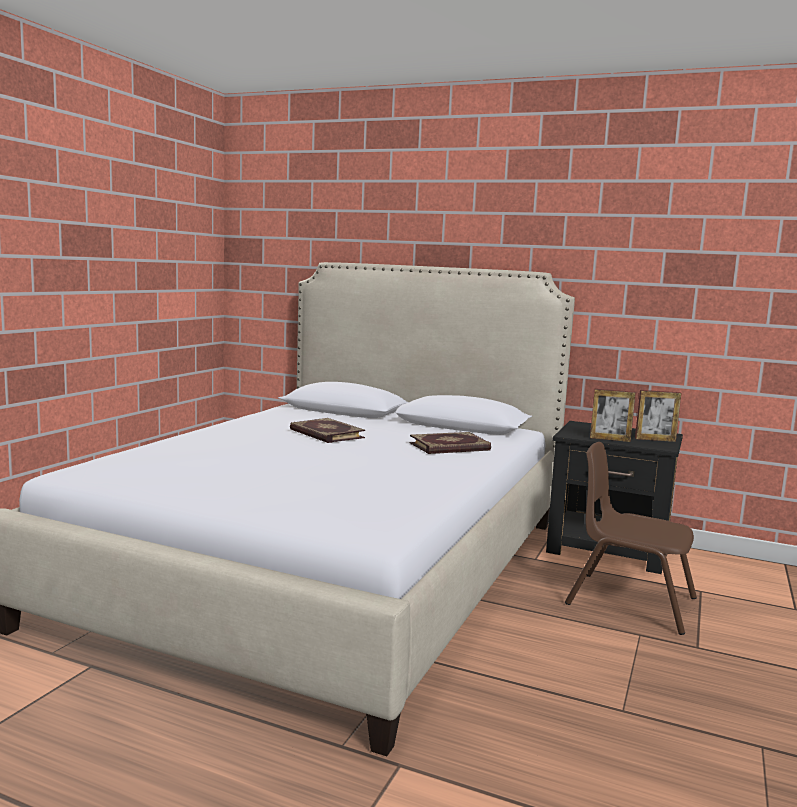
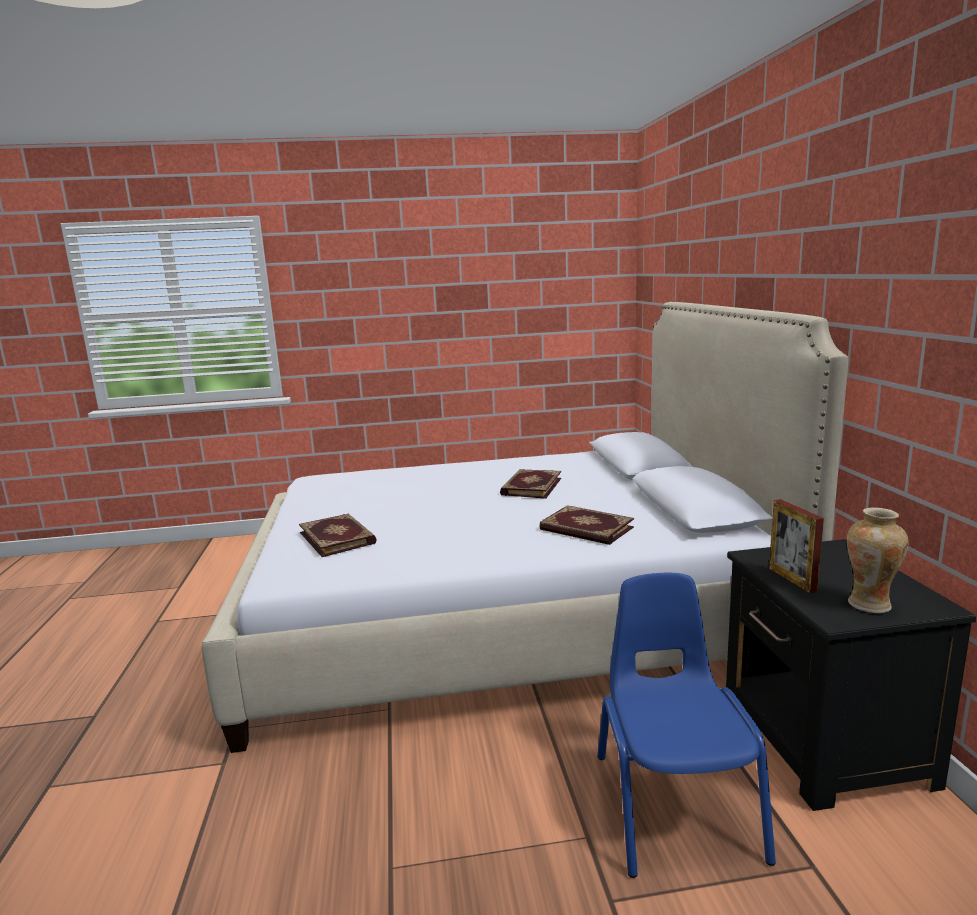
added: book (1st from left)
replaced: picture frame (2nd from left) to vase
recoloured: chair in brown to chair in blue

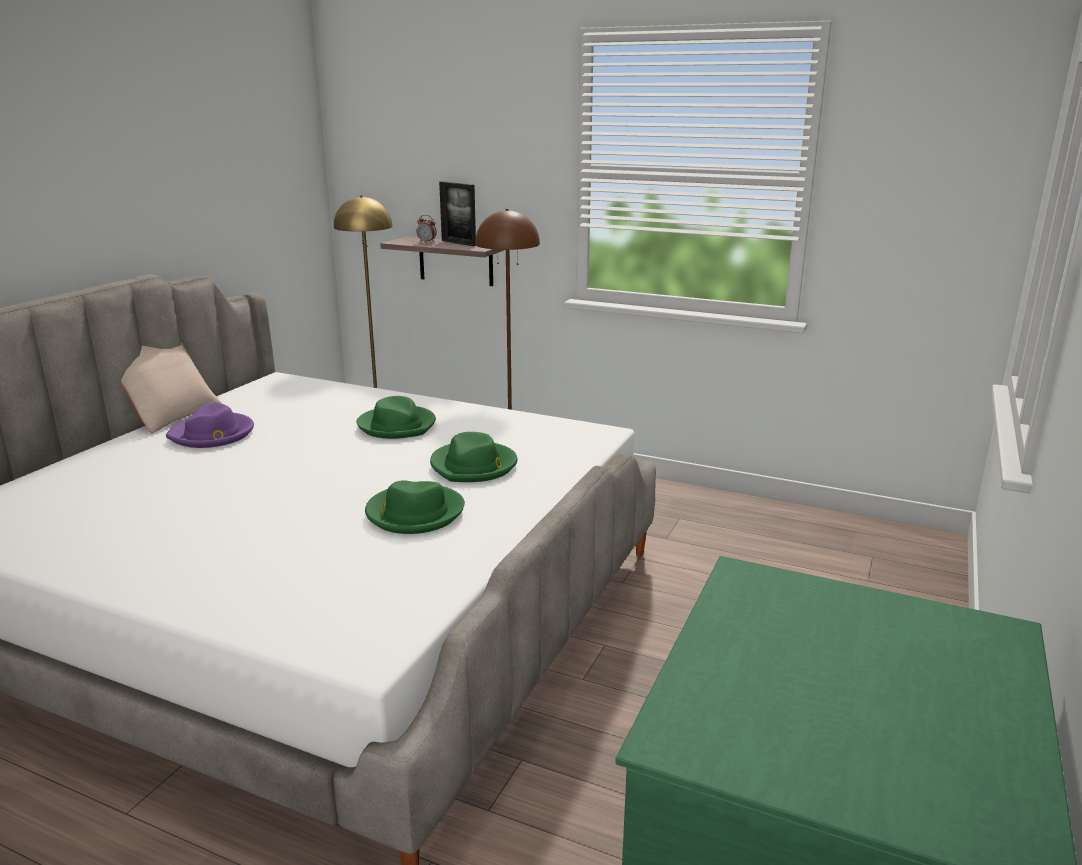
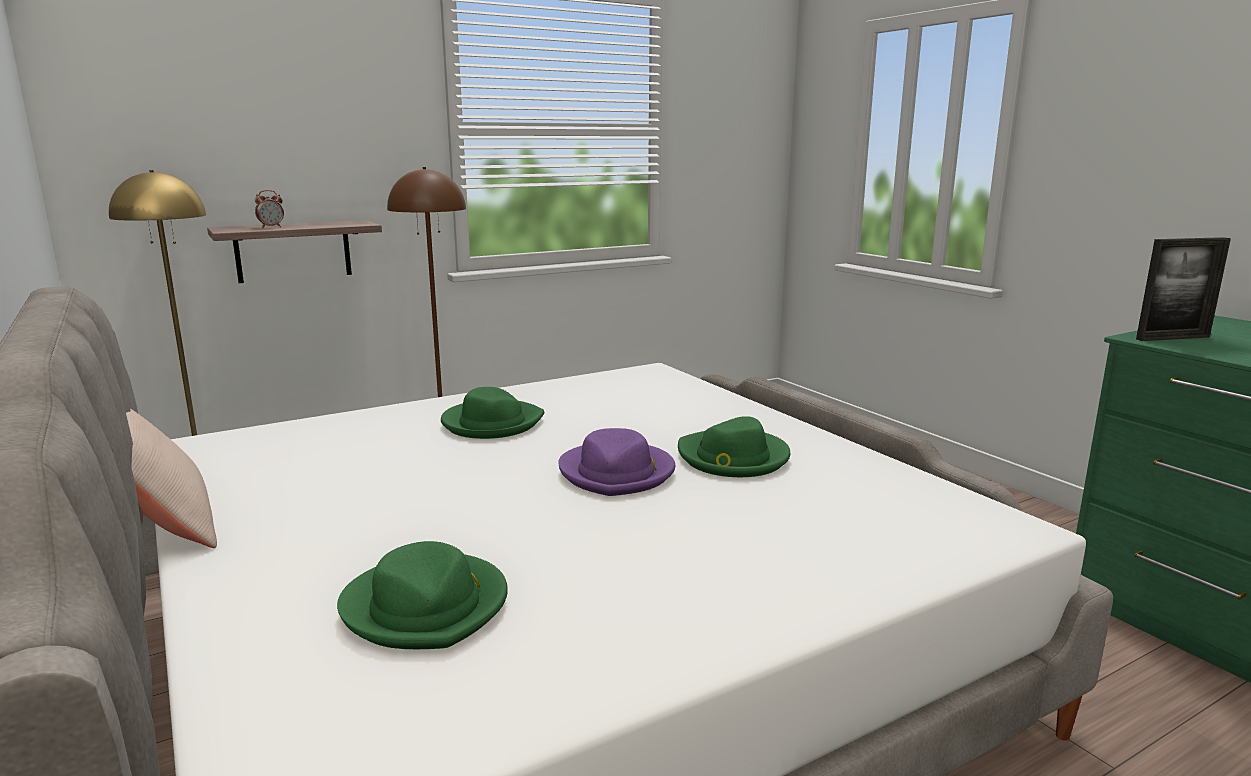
moved: hat in green (3rd from left in the first image) to hat in green (1st from left); hat in purple; picture frame

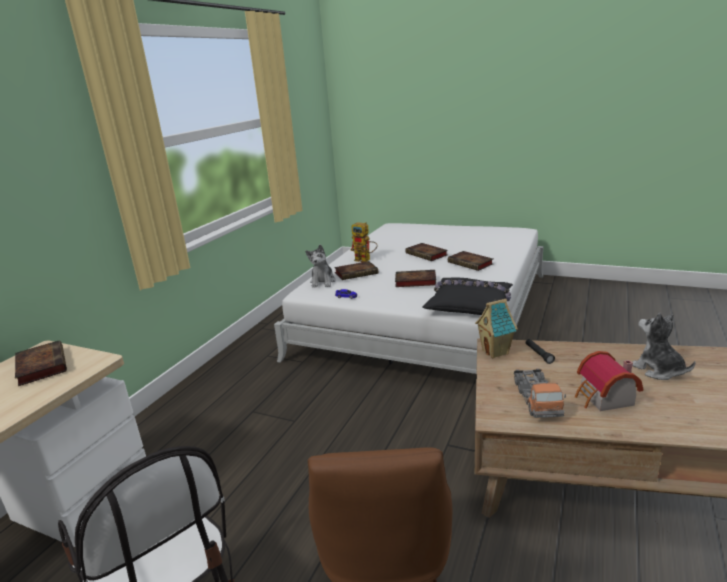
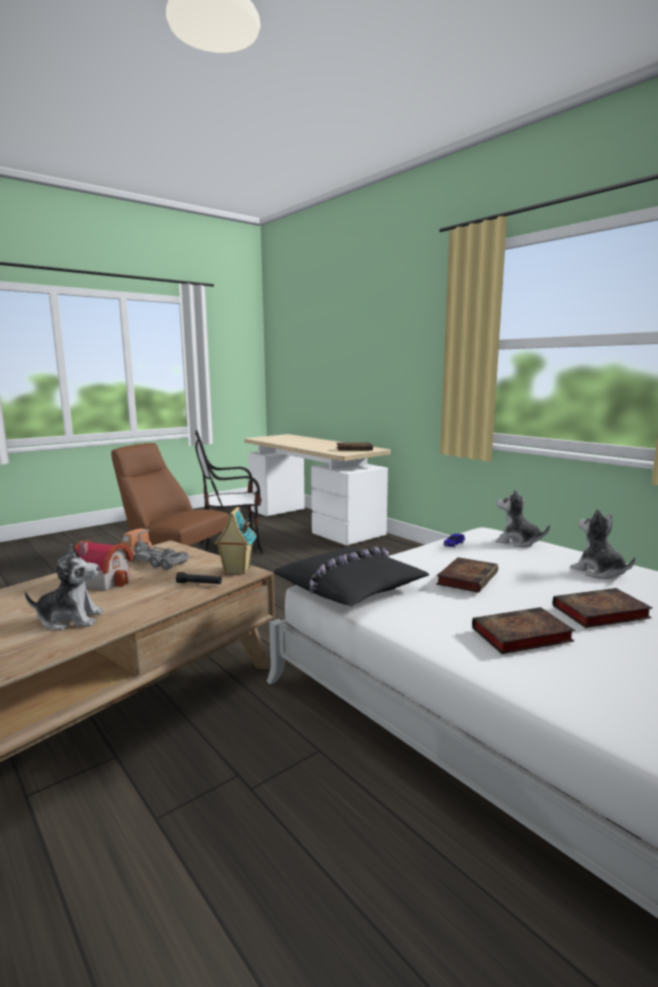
removed: book (2nd from left)
replaced: toy robot to plush toy (3rd from left)

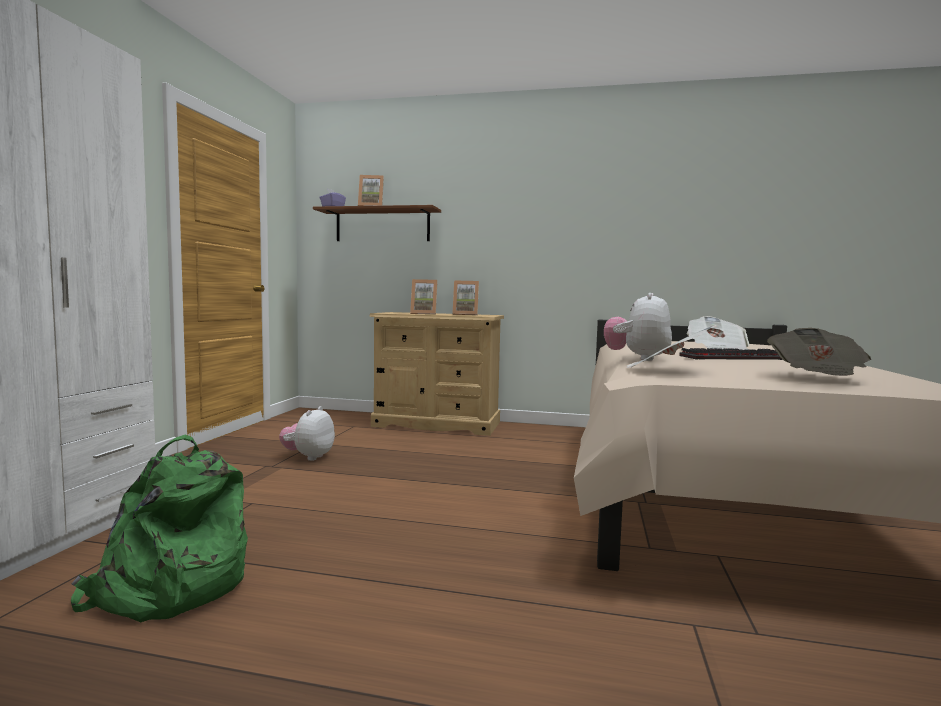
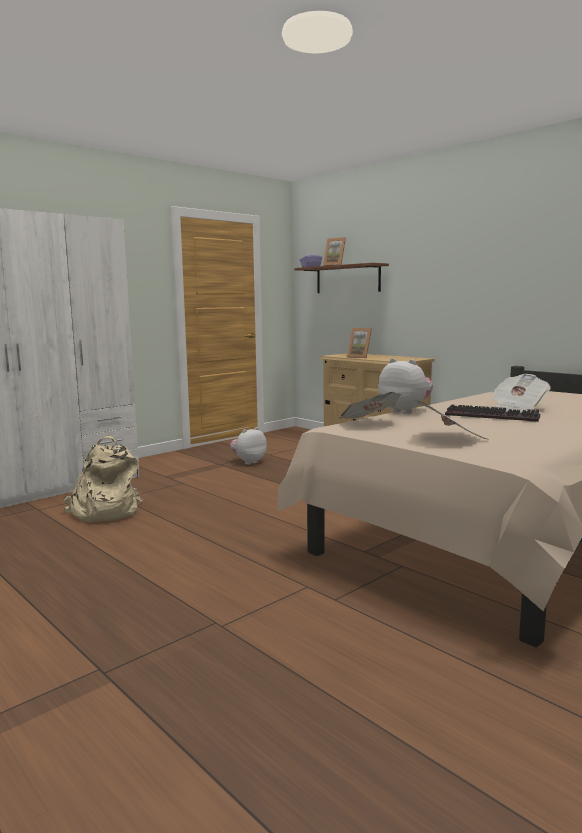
removed: picture frame (3rd from left)
recoloured: backpack in green to backpack in beige
turned: plush toy (2nd from left) 75 degrees clockwise

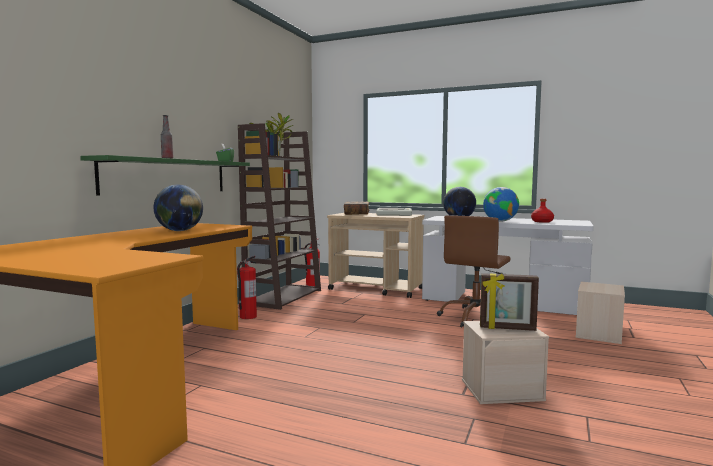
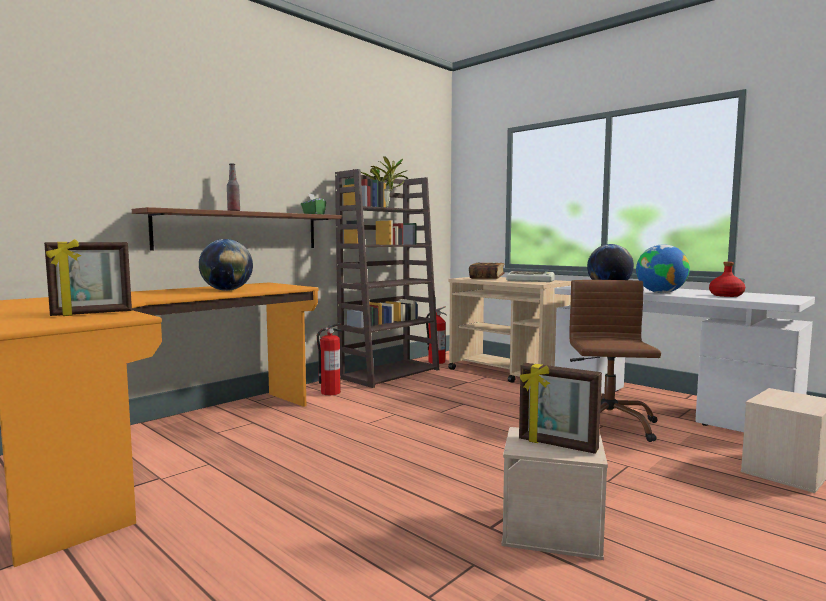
added: picture frame (1st from left)
recoloured: shelf in green to shelf in brown
turned: office chair in brown 135 degrees clockwise

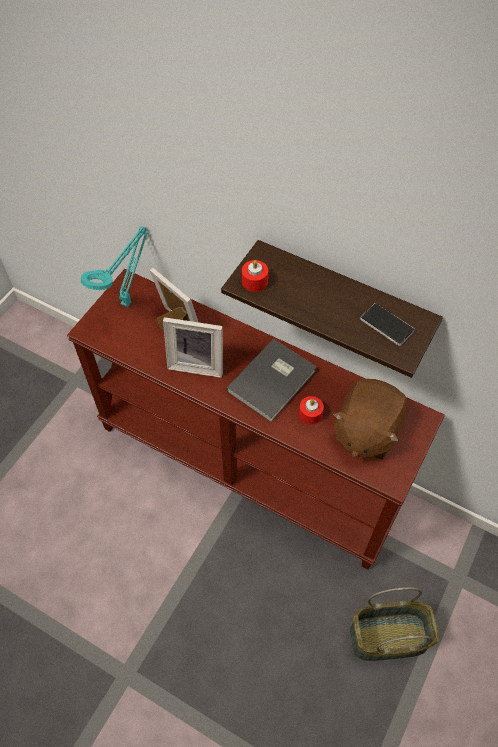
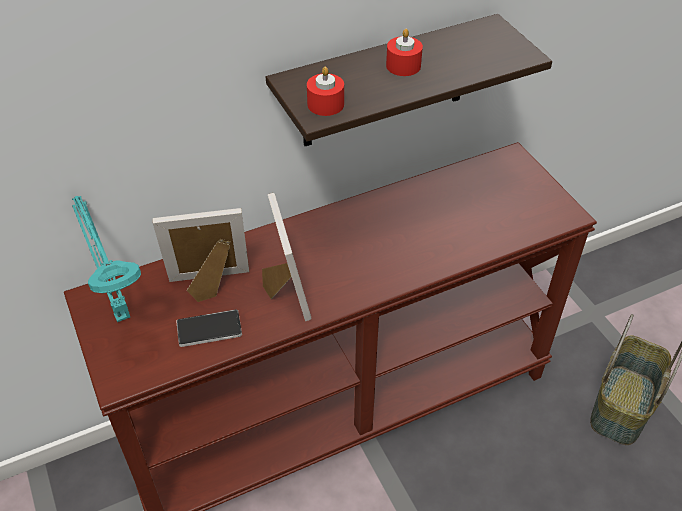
removed: book in grey; plush toy in brown
moved: phone; candle in red (2nd from left)
turned: picture frame (2nd from left) 60 degrees counterclockwise

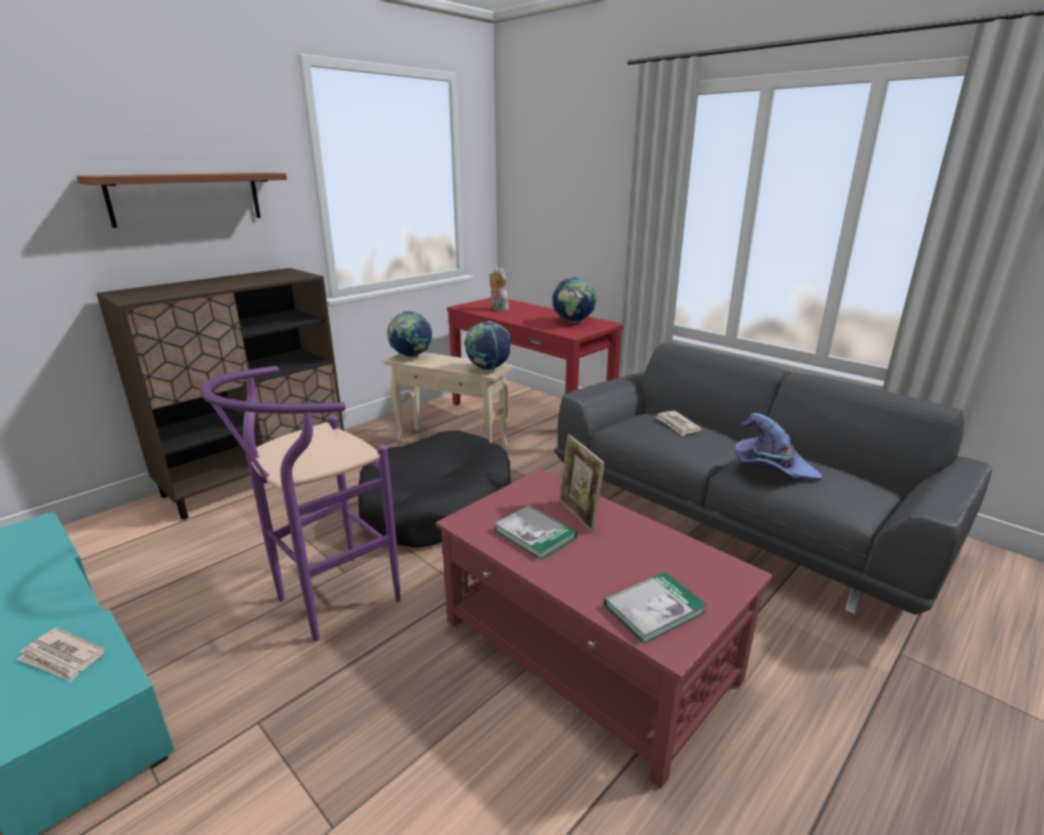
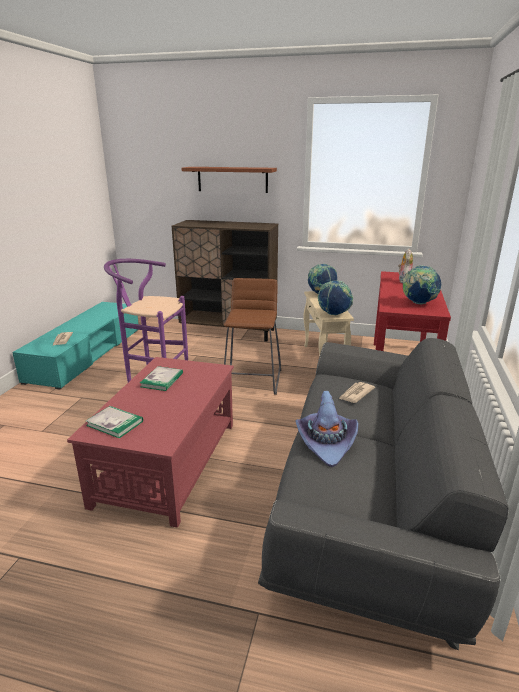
removed: picture frame
replaced: dog bed in black to stool in brown

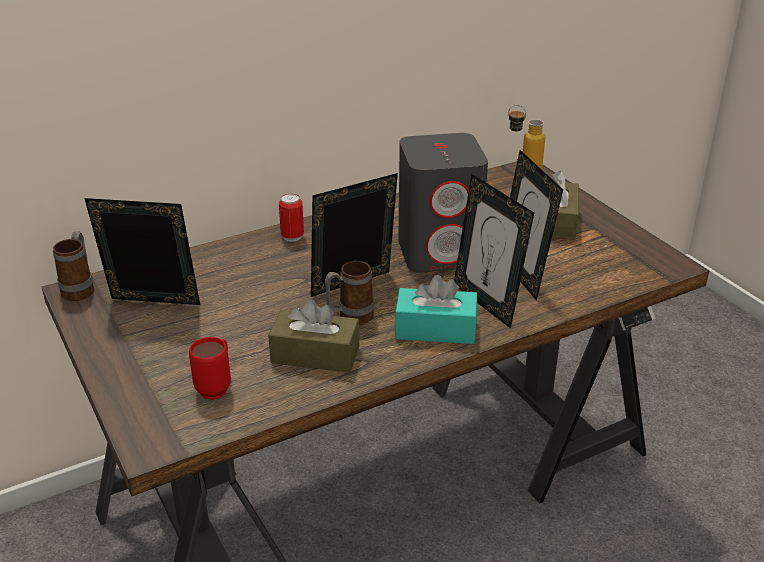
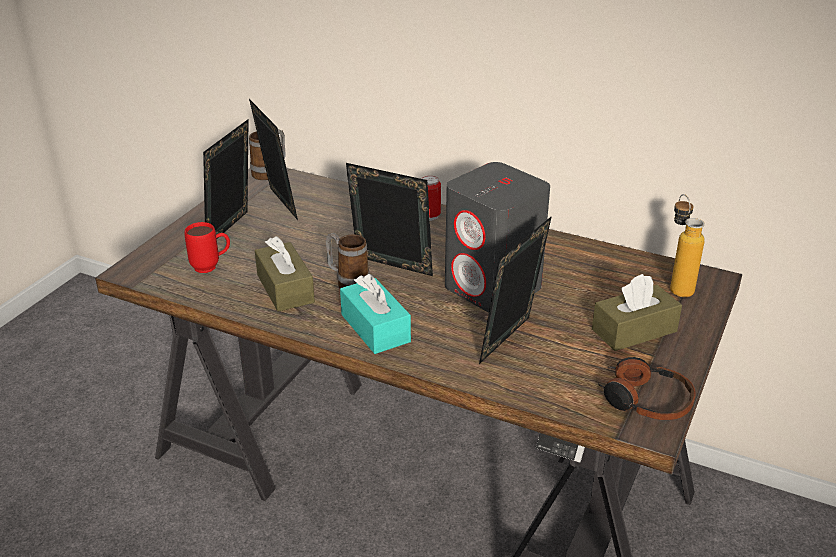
added: headphones
moved: picture frame (3rd from left in the first image) to picture frame (1st from left)

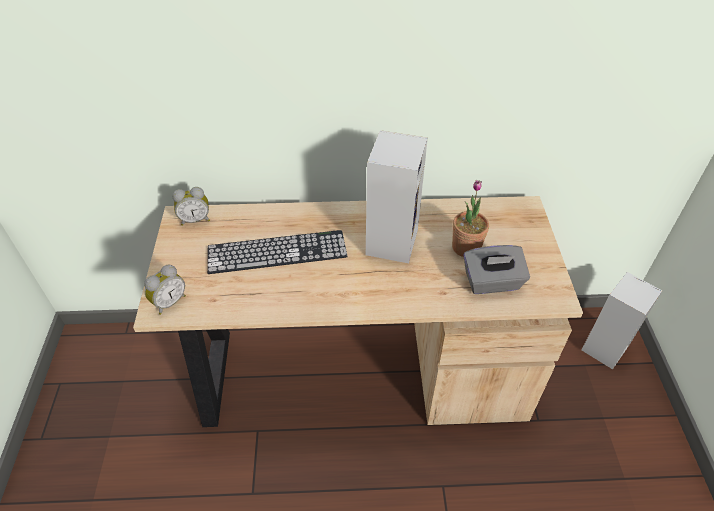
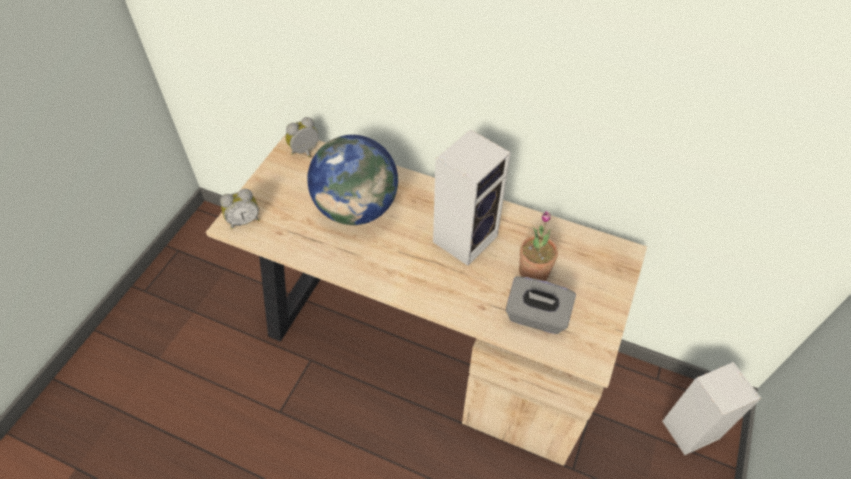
replaced: keyboard to globe
turned: alarm clock (2nd from left) 135 degrees clockwise

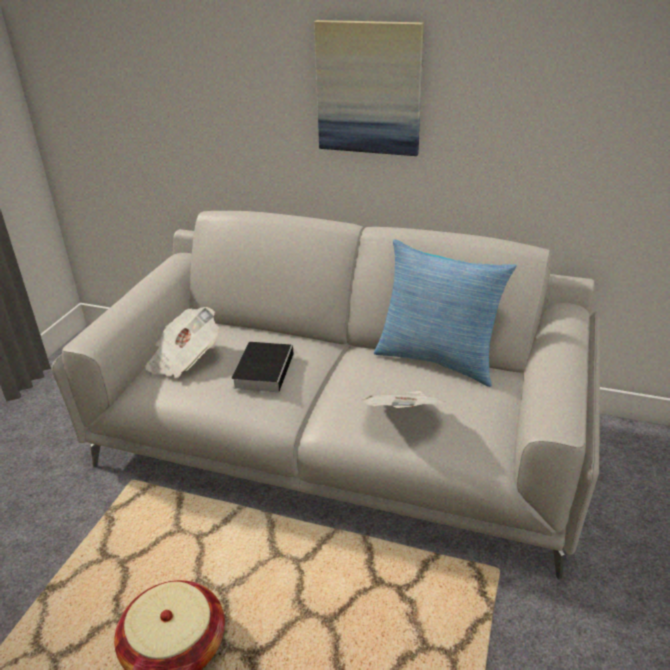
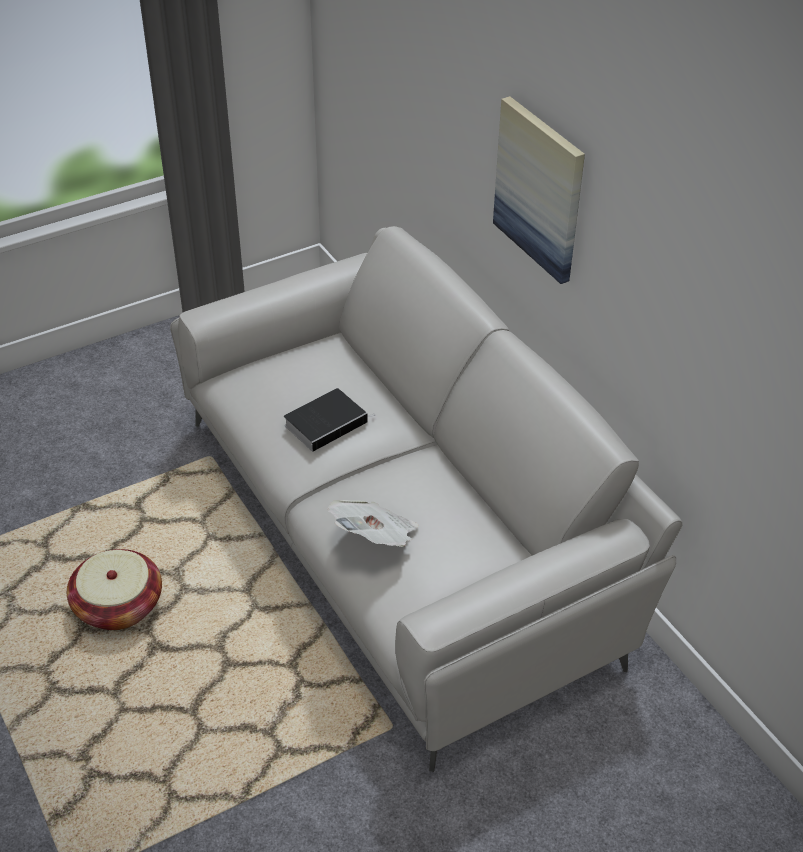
removed: newspaper (1st from left); pillow

